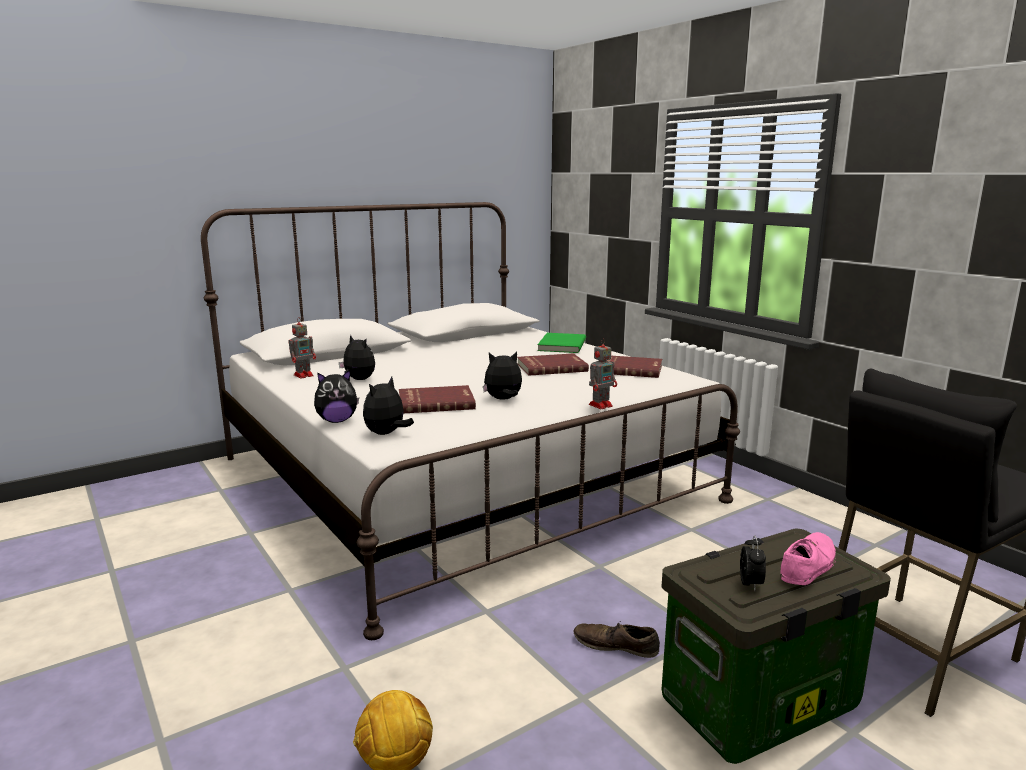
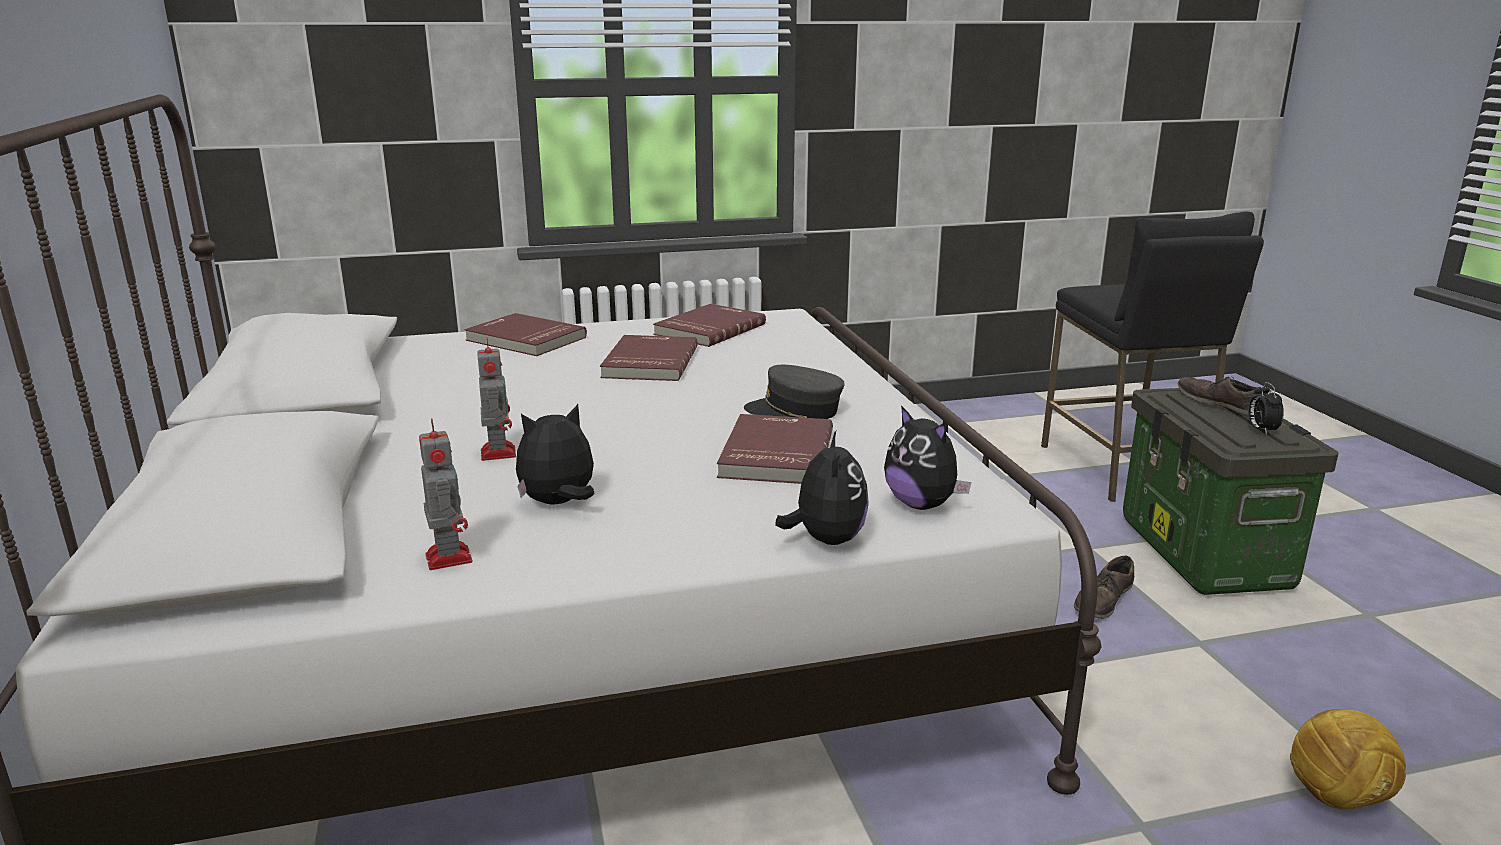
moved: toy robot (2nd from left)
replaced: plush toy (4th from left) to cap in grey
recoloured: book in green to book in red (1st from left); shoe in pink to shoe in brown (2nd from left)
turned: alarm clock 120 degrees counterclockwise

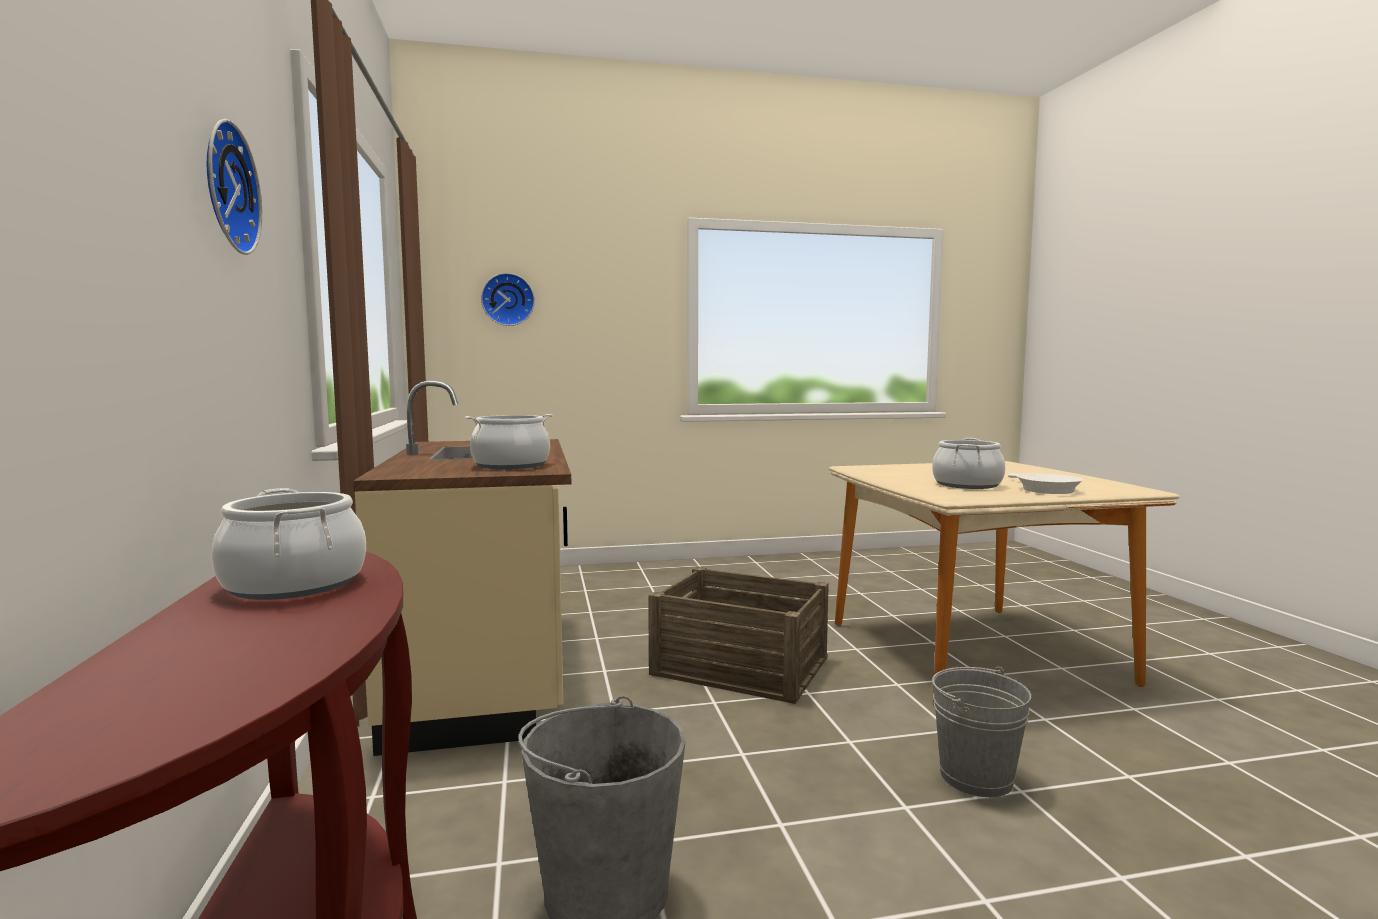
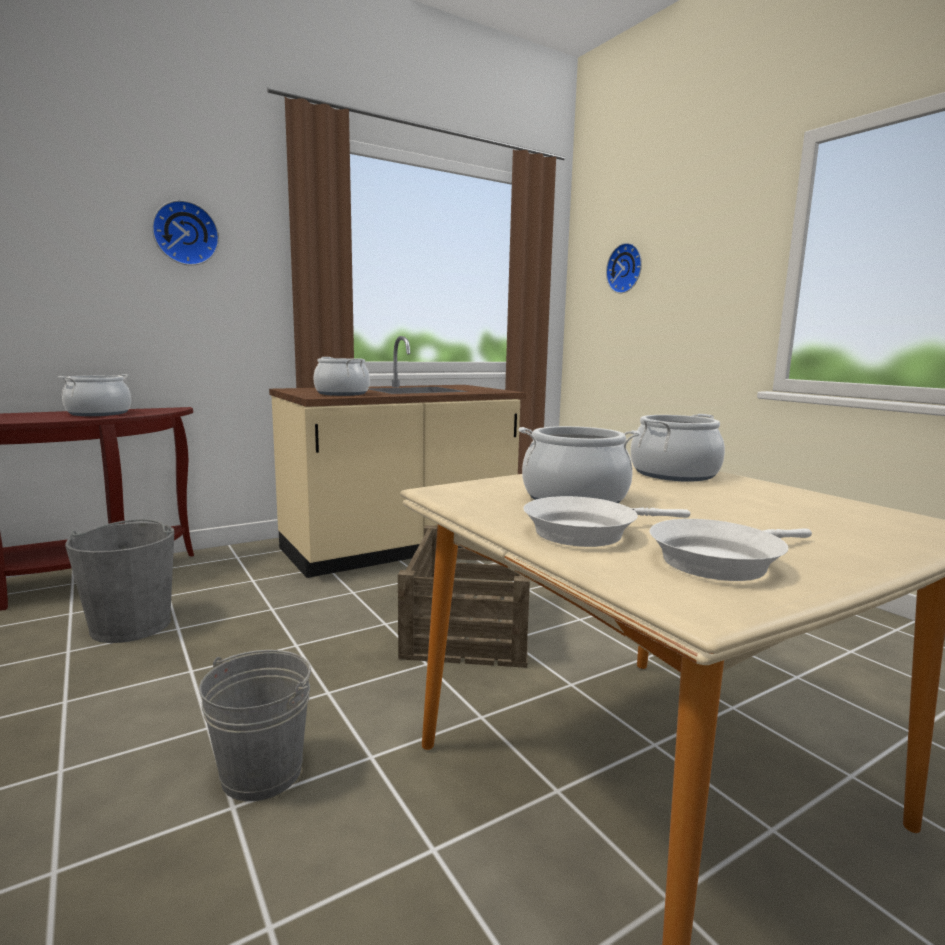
added: cooking pot (4th from left); frying pan in white (2nd from left)

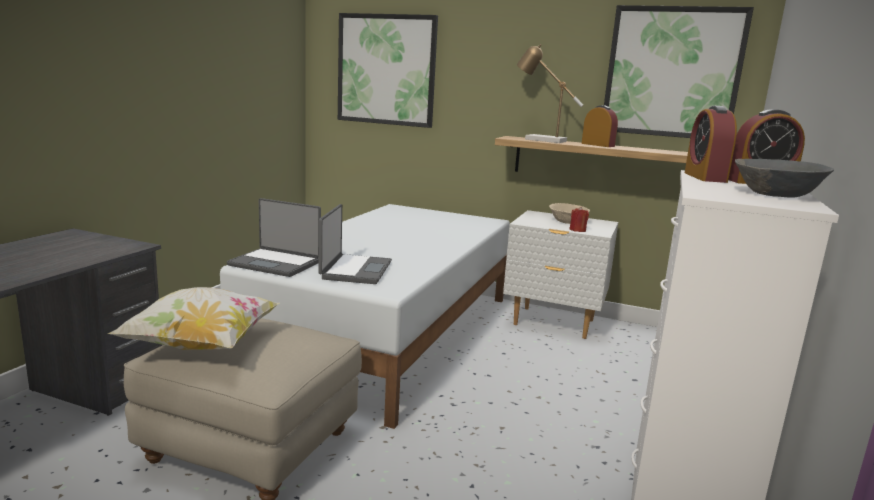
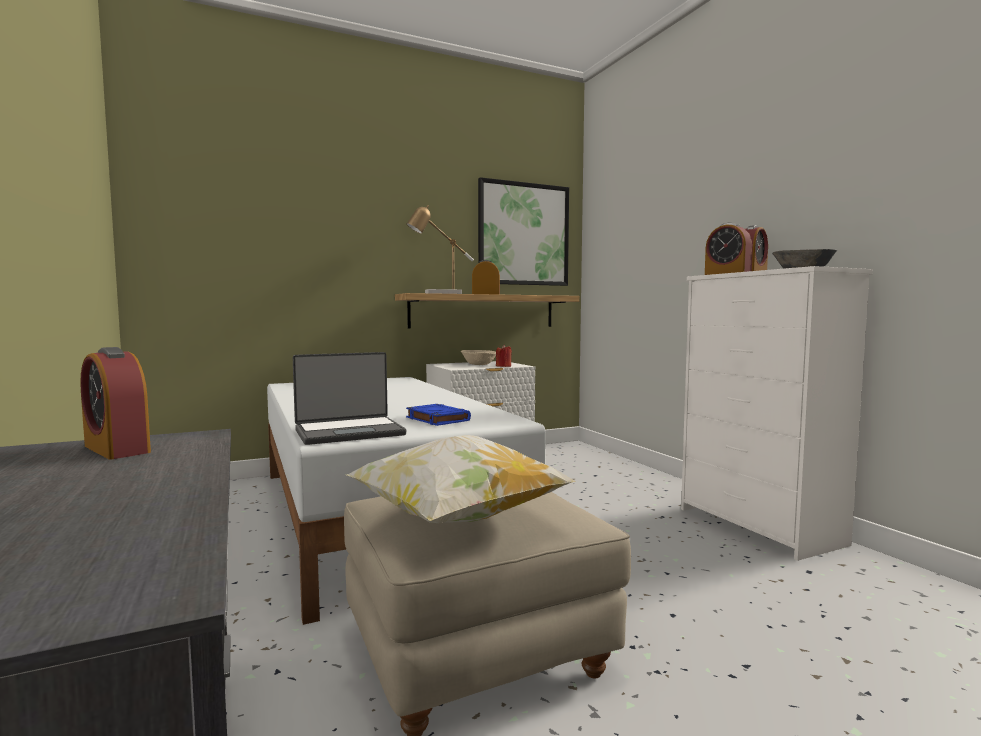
removed: picture (1st from left)
added: alarm clock (1st from left)
replaced: laptop (2nd from left) to book in blue

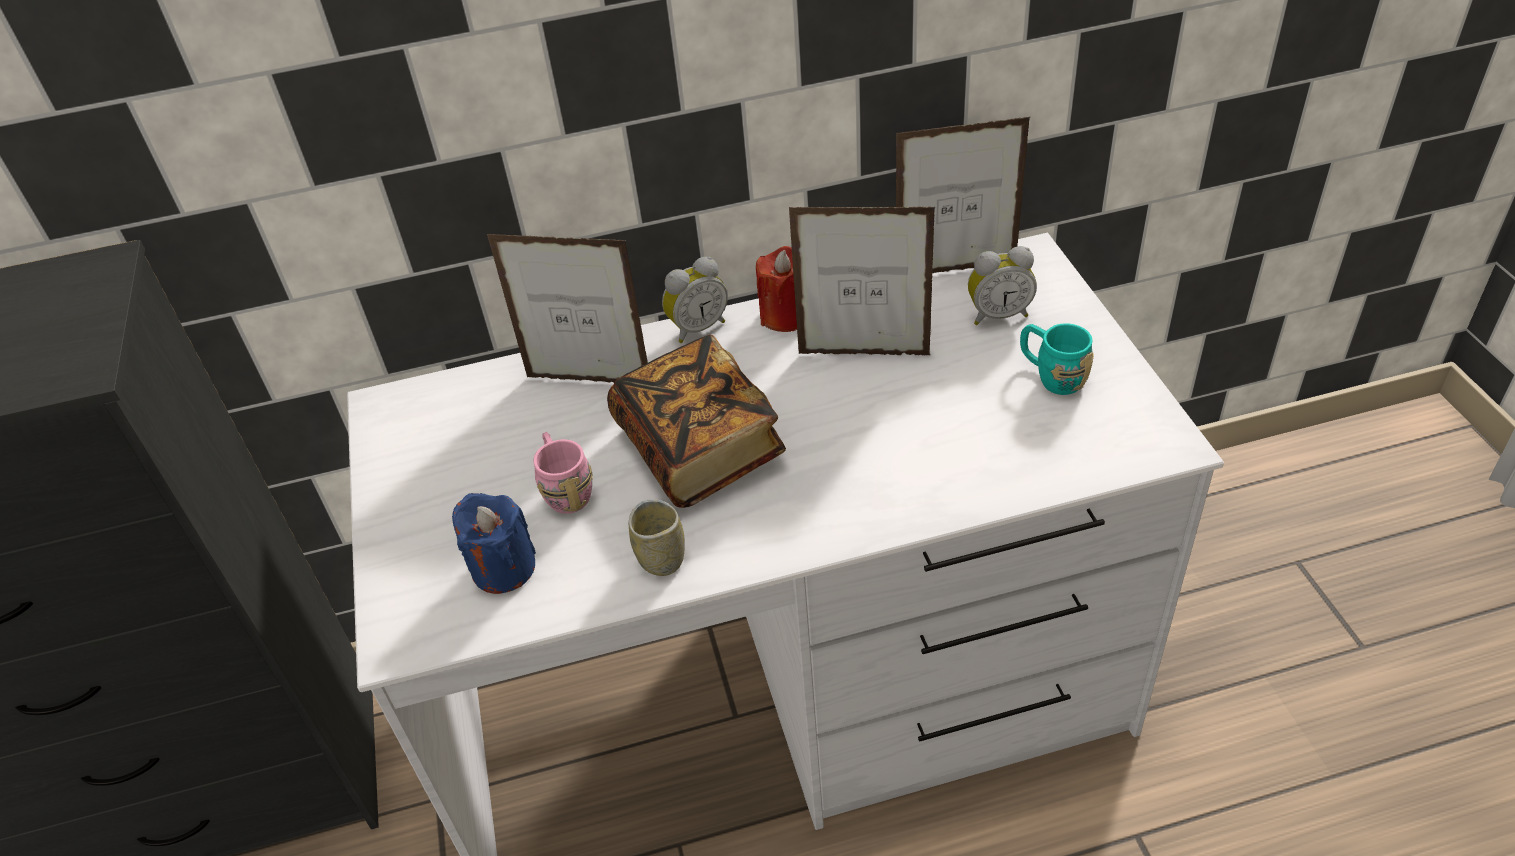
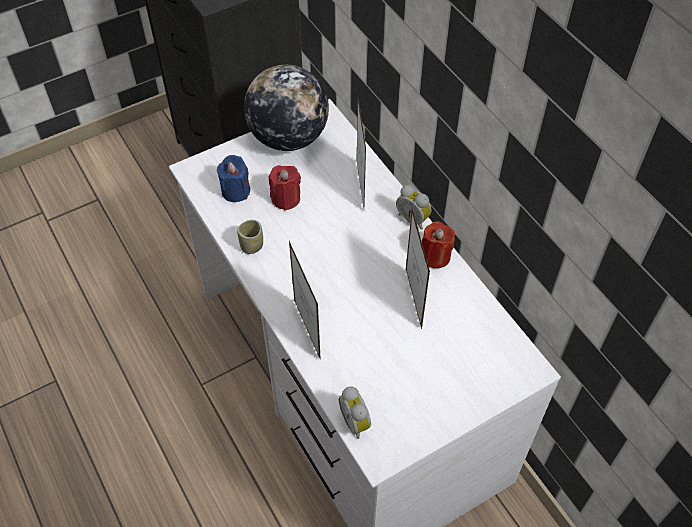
removed: book; mug in turquoise
added: globe
moved: picture frame (3rd from left in the first image) to picture frame (1st from left); alarm clock (2nd from left in the first image) to alarm clock (1st from left)
replaced: mug in pink to candle in red (1st from left)

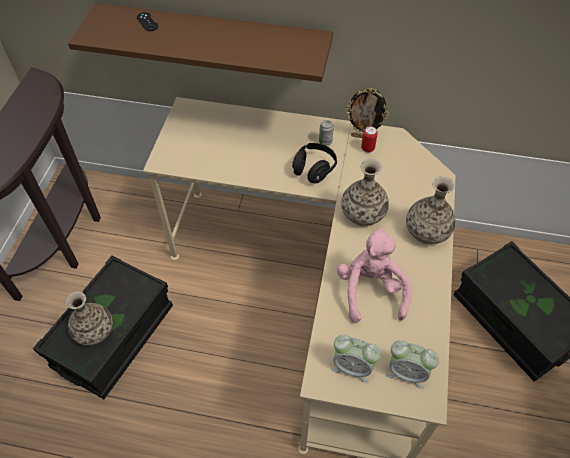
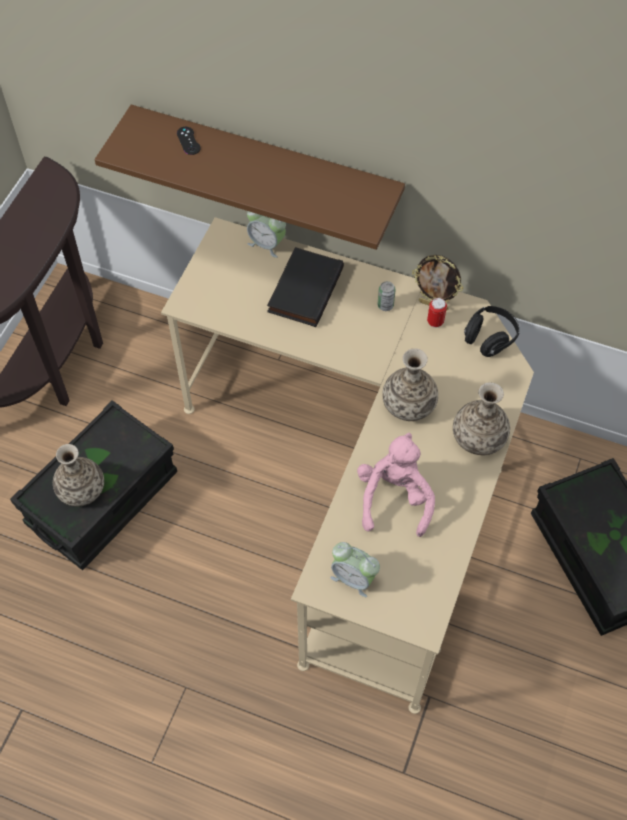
added: book in black
moved: alarm clock (2nd from left in the first image) to alarm clock (1st from left); headphones in black

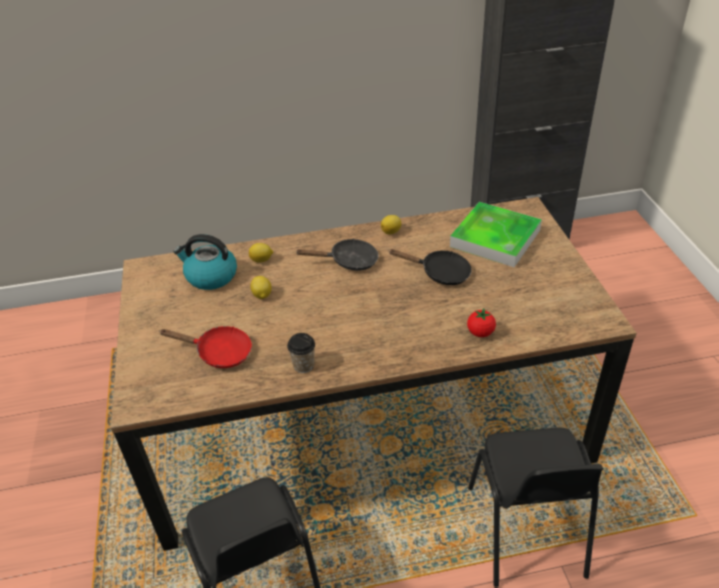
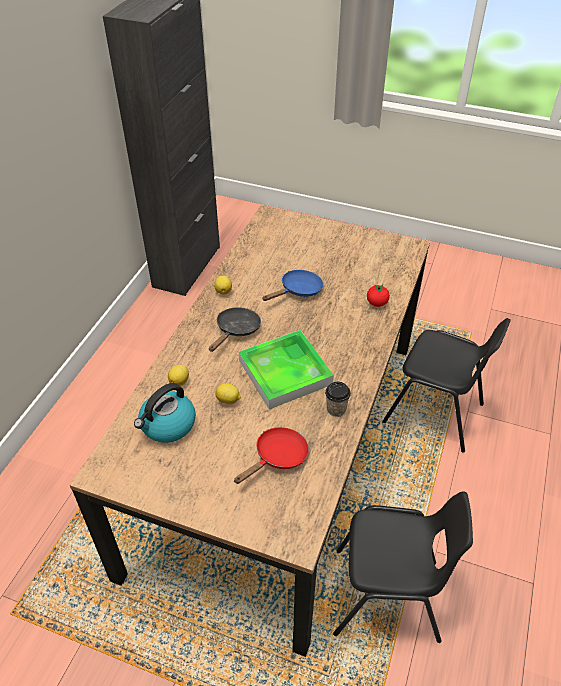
moved: tray
recoloured: frying pan in black (2nd from left) to frying pan in blue

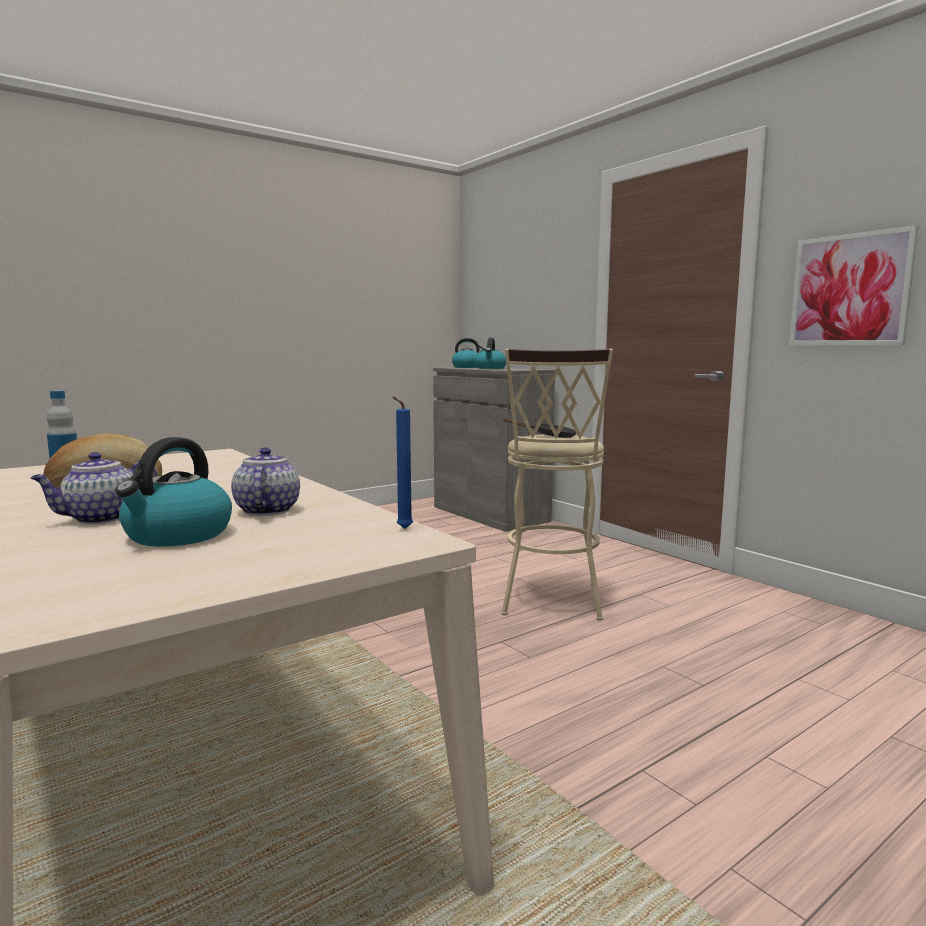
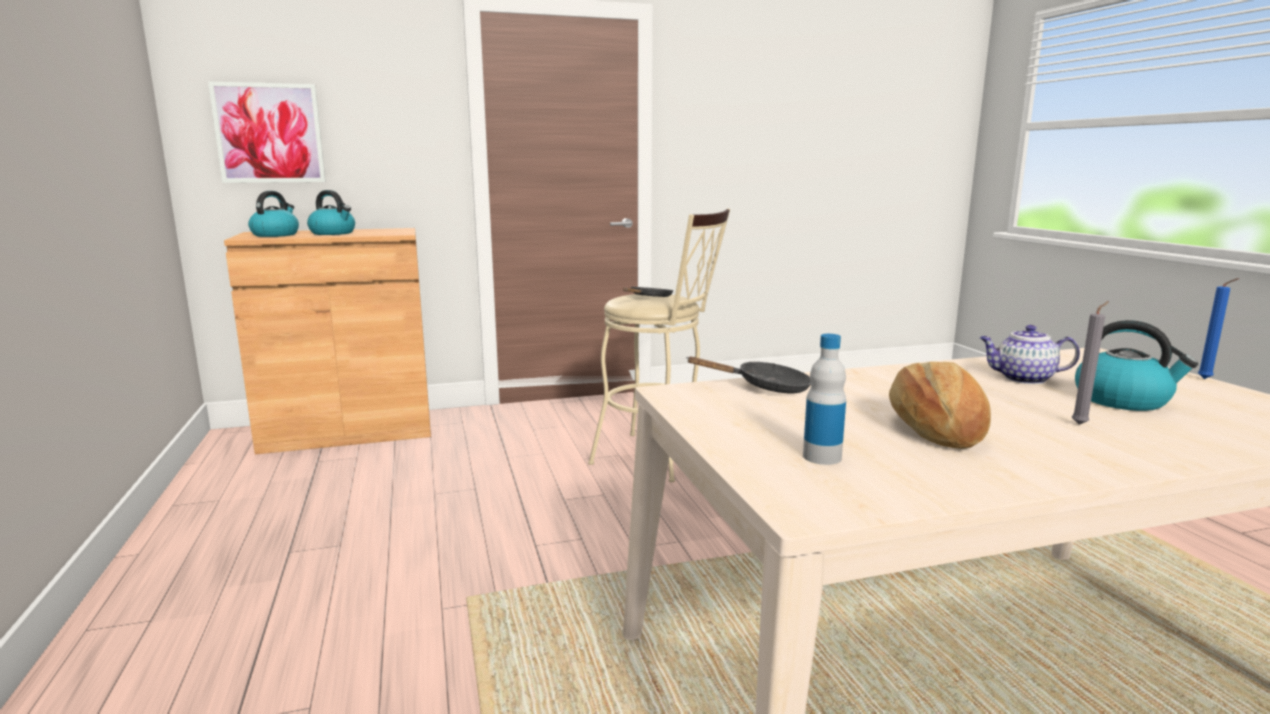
added: frying pan in black (2nd from left)
moved: picture; candle in blue
replaced: teapot (1st from left) to candle in grey
recoloured: cabinet in grey to cabinet in brown

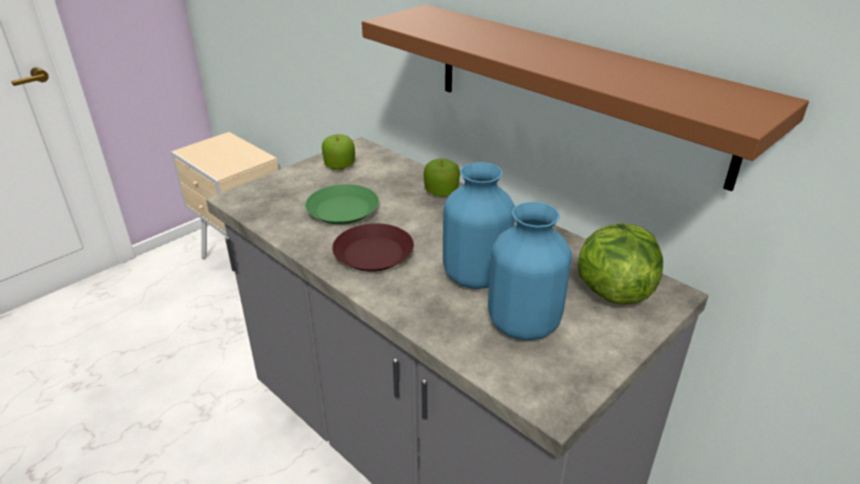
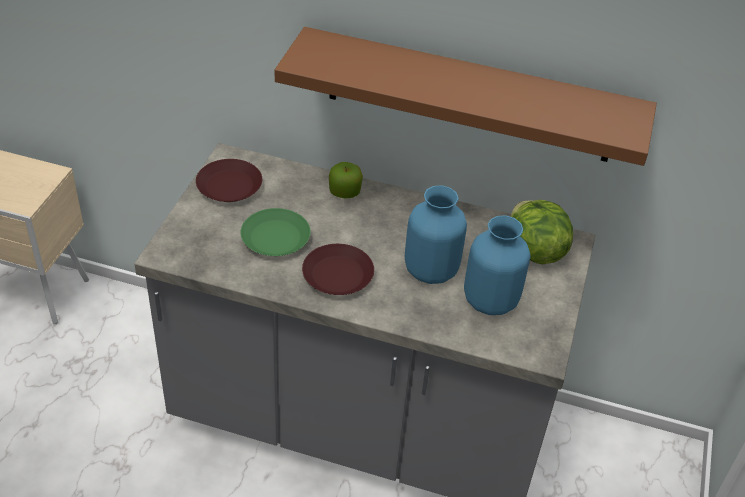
replaced: apple (1st from left) to plate in brown (1st from left)

